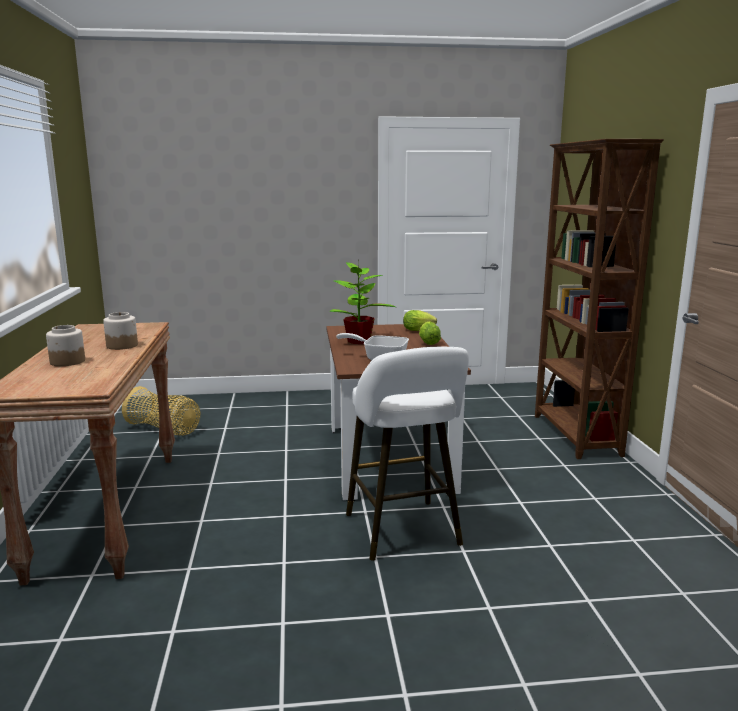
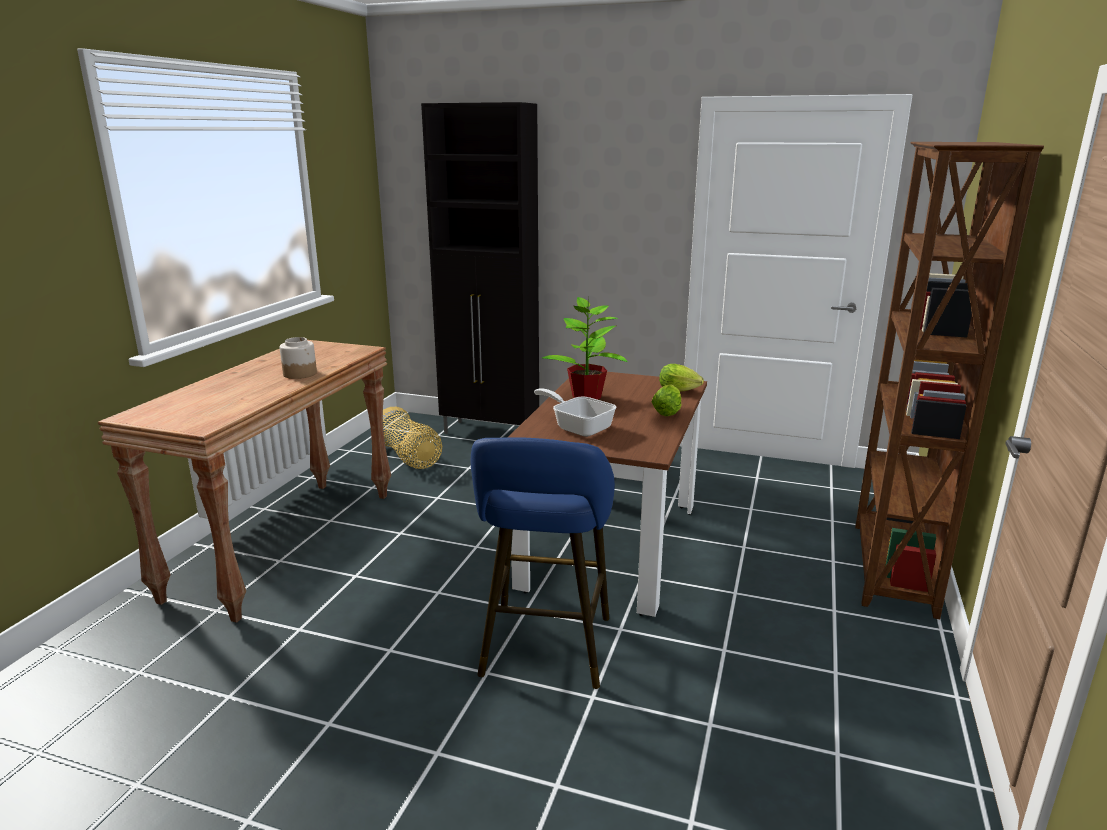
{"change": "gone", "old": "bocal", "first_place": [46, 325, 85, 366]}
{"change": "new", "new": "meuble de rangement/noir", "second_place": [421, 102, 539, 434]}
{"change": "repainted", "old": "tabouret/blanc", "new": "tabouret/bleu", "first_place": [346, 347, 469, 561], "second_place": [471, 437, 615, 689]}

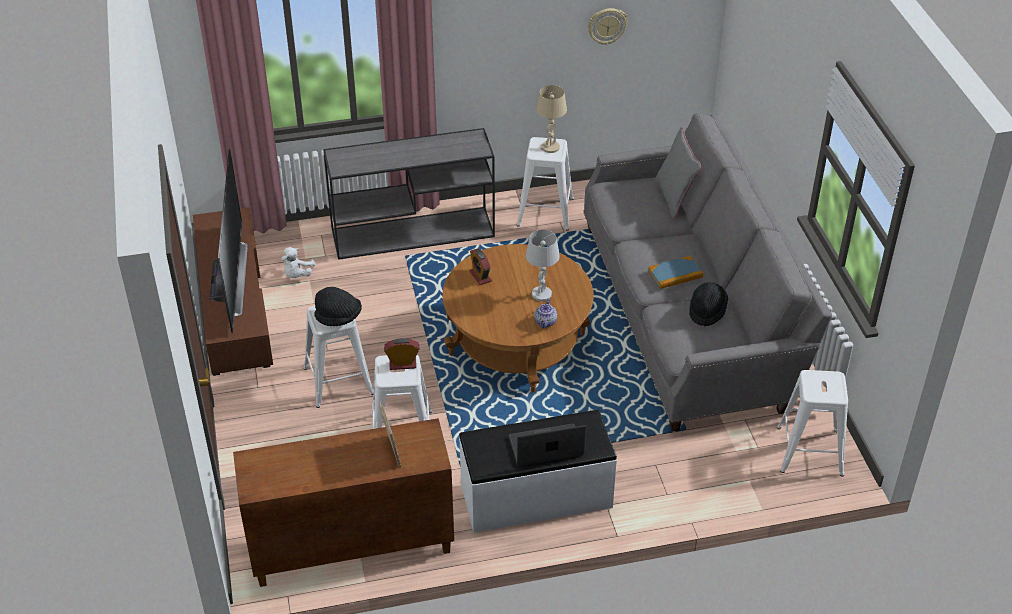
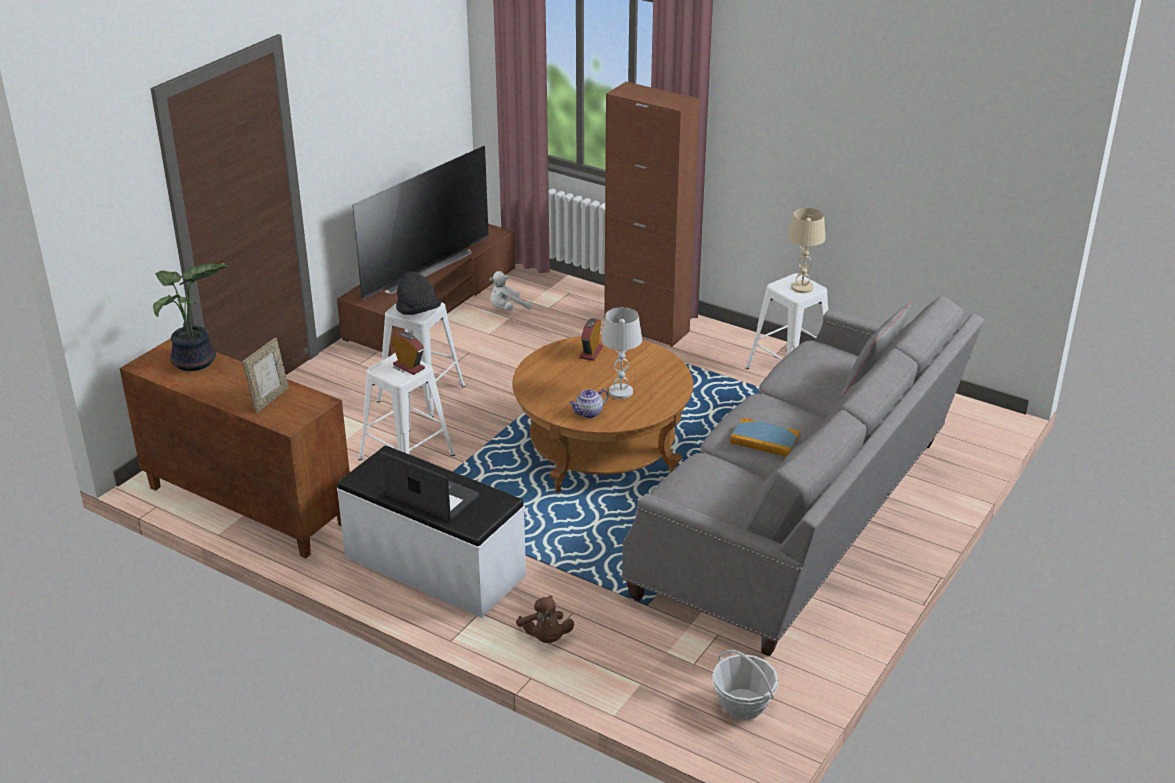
{"change": "gone", "old": "horloge murale", "first_place": [588, 8, 628, 45]}
{"change": "gone", "old": "chapeau/noir", "first_place": [689, 282, 728, 327]}
{"change": "new", "new": "plante en pot", "second_place": [153, 263, 229, 371]}
{"change": "new", "new": "peluche/marron", "second_place": [516, 595, 574, 643]}
{"change": "swapped", "old": "table console/gris", "new": "meuble de rangement/marron", "first_place": [323, 128, 495, 260], "second_place": [604, 82, 700, 347]}
{"change": "swapped", "old": "tabouret/blanc", "new": "panier", "first_place": [777, 370, 848, 477], "second_place": [712, 649, 778, 720]}

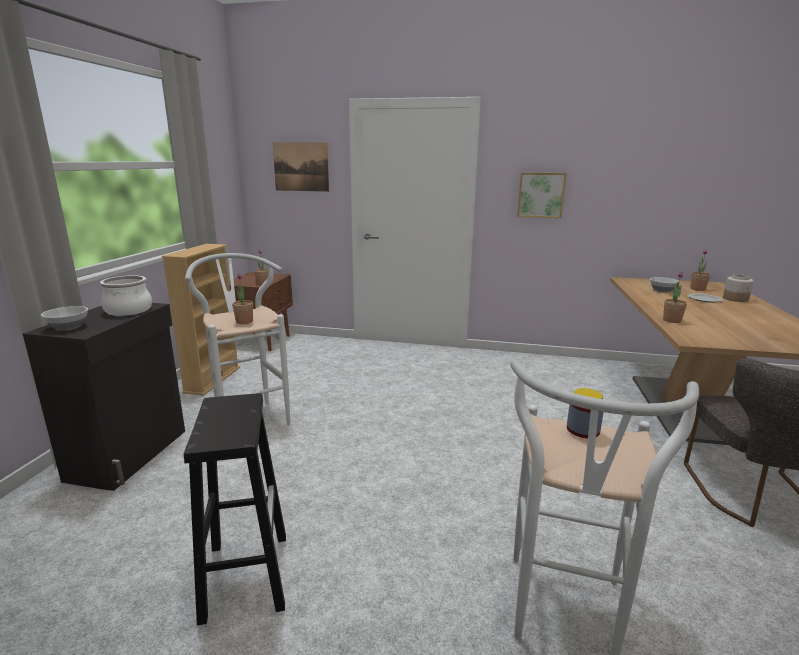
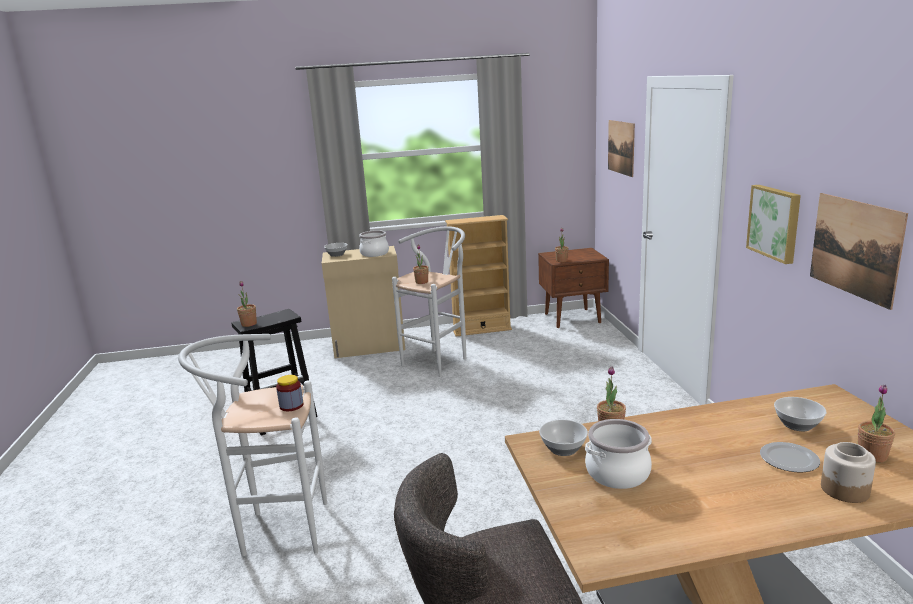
{"change": "new", "new": "plante en pot", "second_place": [237, 281, 257, 327]}
{"change": "new", "new": "bol", "second_place": [539, 420, 588, 456]}
{"change": "new", "new": "marmite", "second_place": [585, 419, 652, 489]}
{"change": "new", "new": "tableau", "second_place": [810, 193, 908, 310]}
{"change": "repainted", "old": "meuble de rangement/noir", "new": "meuble de rangement/beige", "first_place": [23, 303, 185, 491], "second_place": [322, 246, 405, 358]}

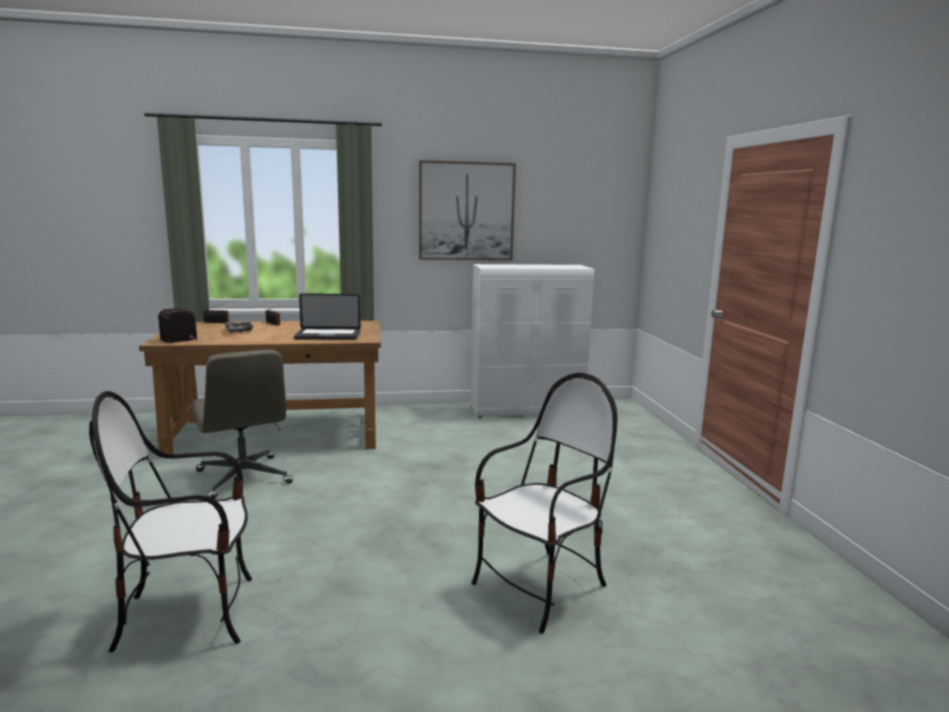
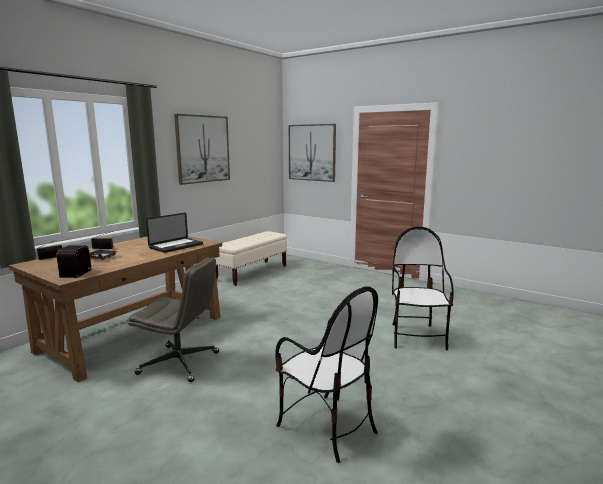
{"change": "new", "new": "tableau", "second_place": [289, 124, 336, 182]}
{"change": "swapped", "old": "meuble de rangement/blanc", "new": "banc/beige", "first_place": [470, 264, 594, 418], "second_place": [215, 231, 287, 286]}
{"change": "rotated", "old": "chaise", "first_place": [89, 391, 252, 652], "second_place": [275, 286, 378, 463], "degrees": -75}

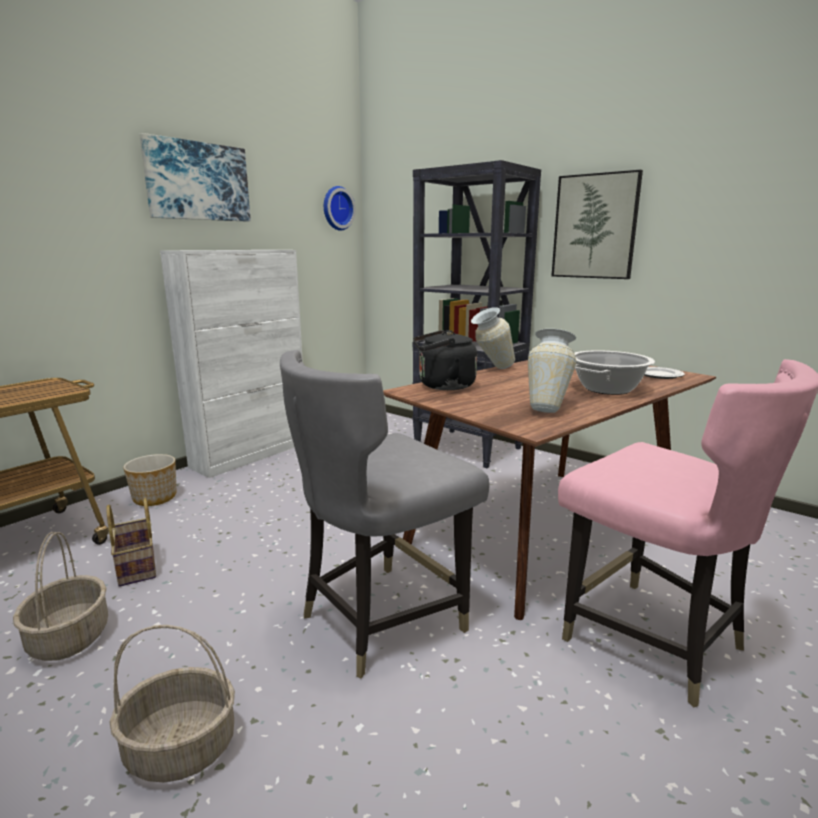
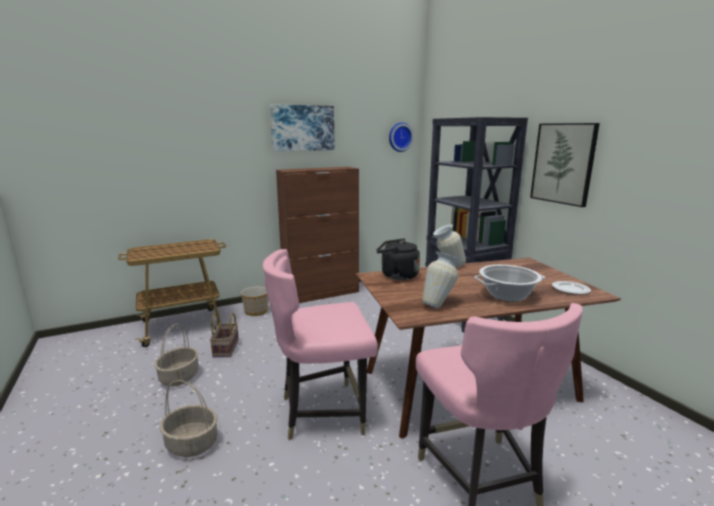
{"change": "repainted", "old": "meuble de rangement/blanc", "new": "meuble de rangement/marron", "first_place": [160, 250, 303, 478], "second_place": [276, 167, 359, 303]}
{"change": "repainted", "old": "chaise/gris", "new": "chaise/rose", "first_place": [280, 350, 490, 678], "second_place": [263, 249, 378, 440]}

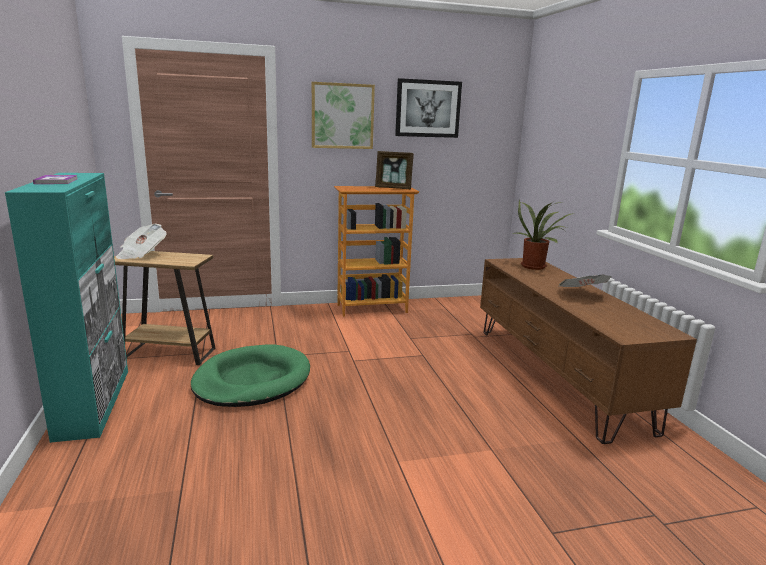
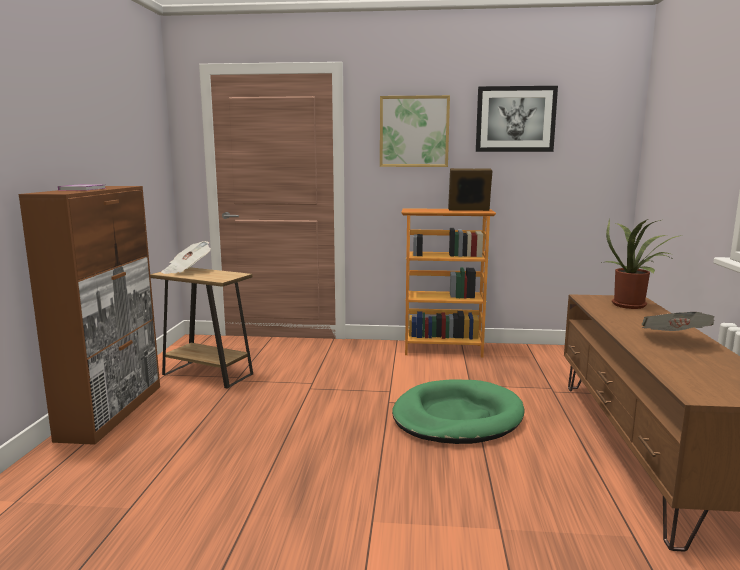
{"change": "shifted", "old": "panier pour chien/vert", "first_place": [191, 344, 310, 407], "second_place": [392, 379, 524, 444]}
{"change": "repainted", "old": "meuble de rangement/turquoise", "new": "meuble de rangement/marron", "first_place": [5, 173, 128, 443], "second_place": [19, 186, 160, 445]}
{"change": "rotated", "old": "cadre photo", "first_place": [375, 151, 414, 189], "second_place": [448, 168, 493, 211], "degrees": 150}

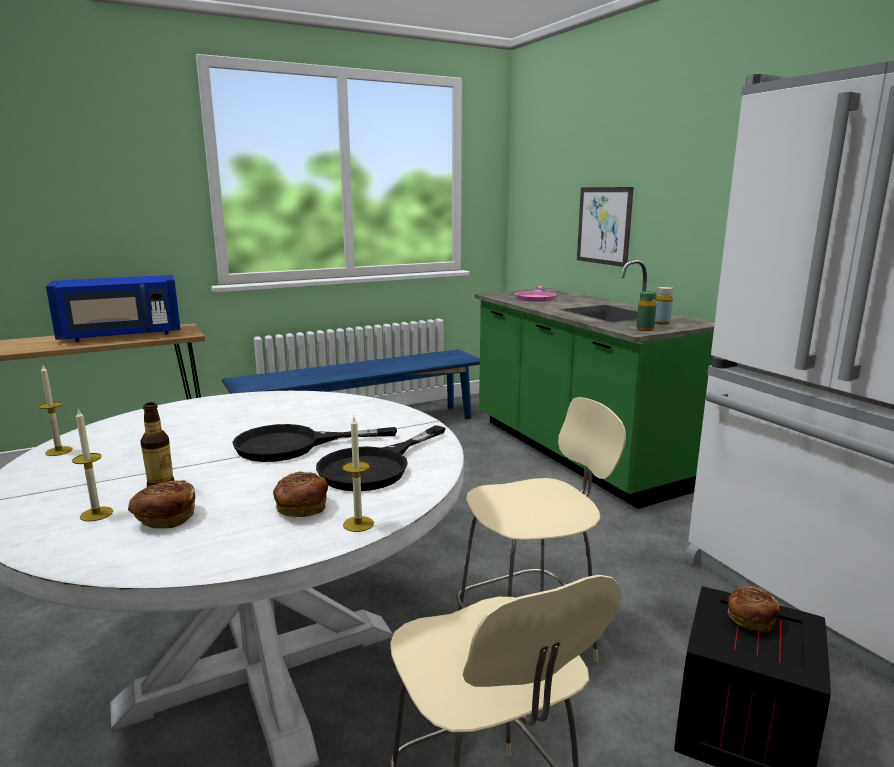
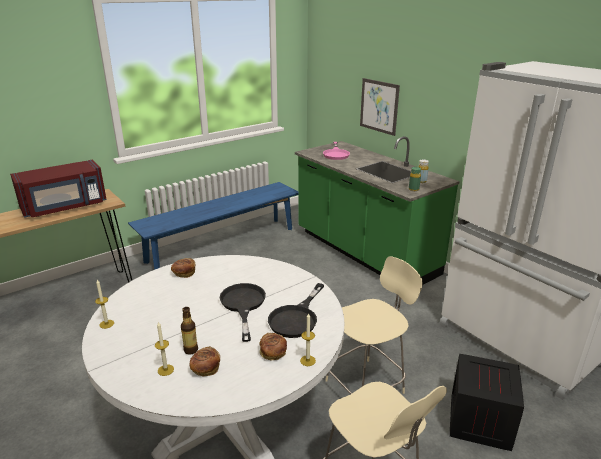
{"change": "shifted", "old": "pain", "first_place": [728, 586, 780, 632], "second_place": [171, 258, 196, 278]}
{"change": "repainted", "old": "micro-ondes/bleu", "new": "micro-ondes/rouge", "first_place": [46, 275, 181, 342], "second_place": [10, 160, 107, 218]}
{"change": "rotated", "old": "poêle/noir", "first_place": [233, 424, 397, 462], "second_place": [219, 283, 266, 342], "degrees": 105}

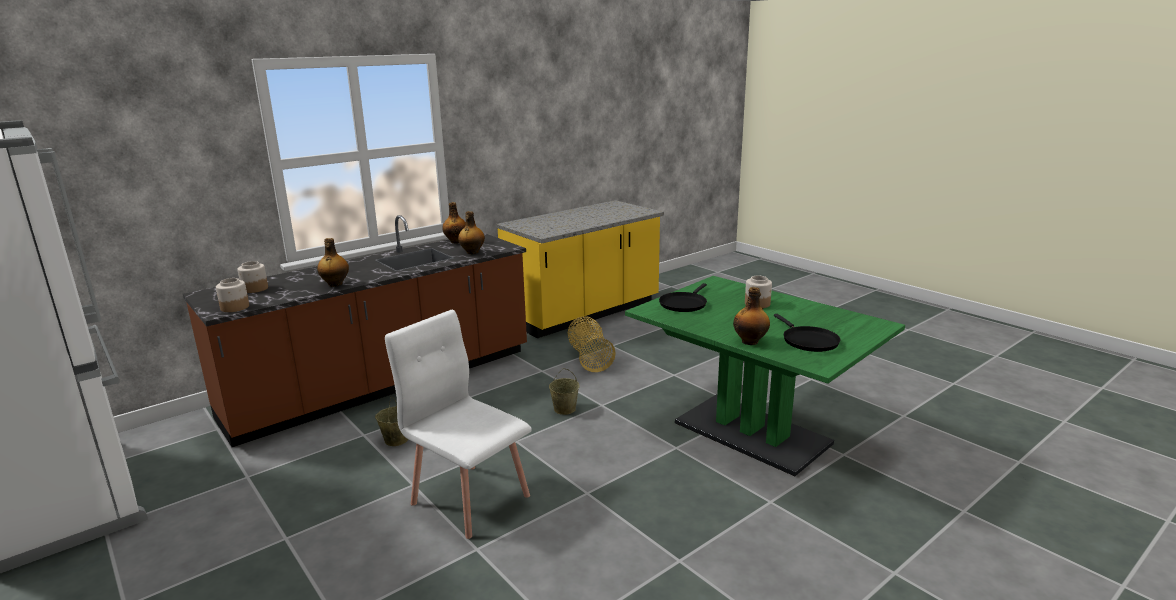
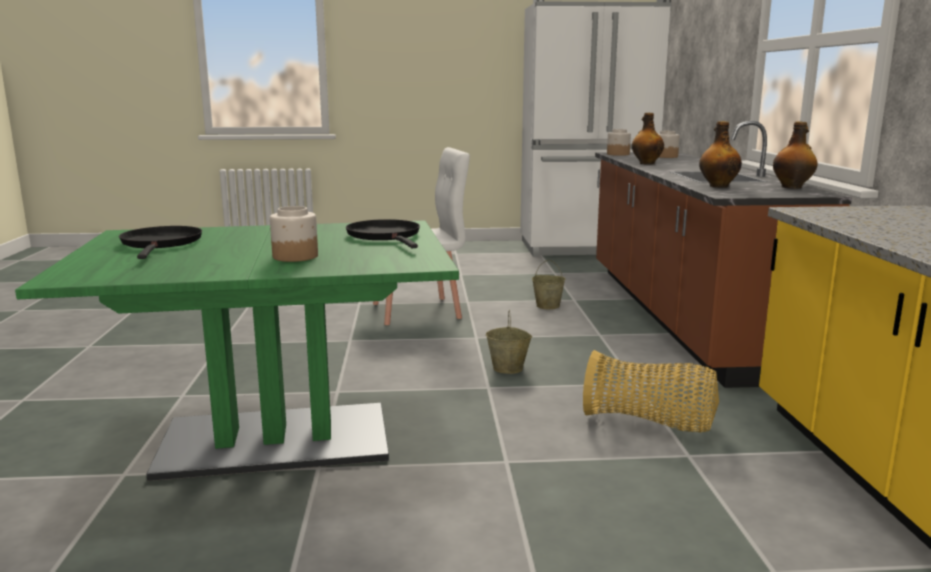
{"change": "gone", "old": "bouteille", "first_place": [733, 287, 770, 345]}
{"change": "rotated", "old": "poêle/noir", "first_place": [774, 314, 840, 352], "second_place": [119, 226, 202, 259], "degrees": 60}

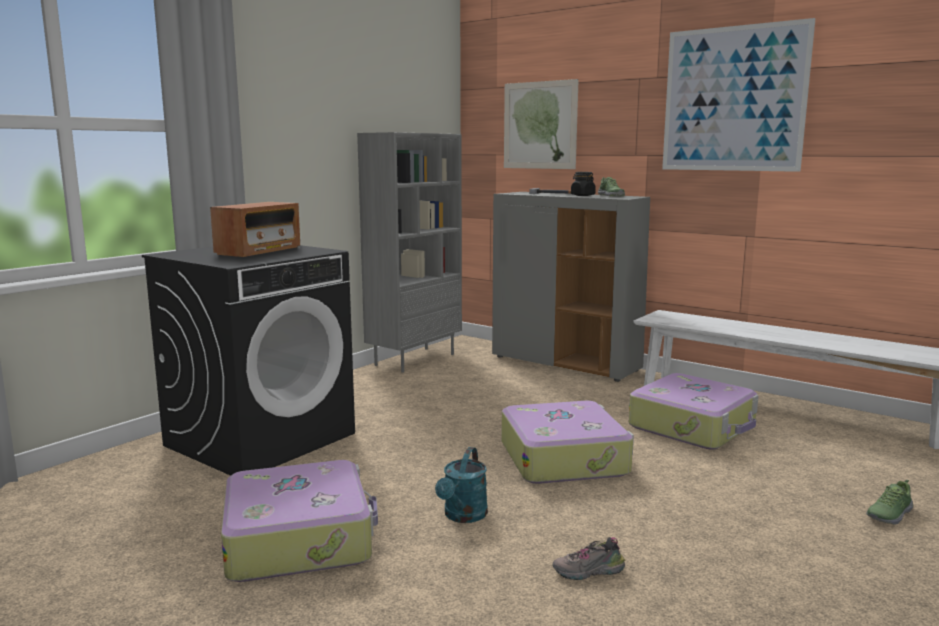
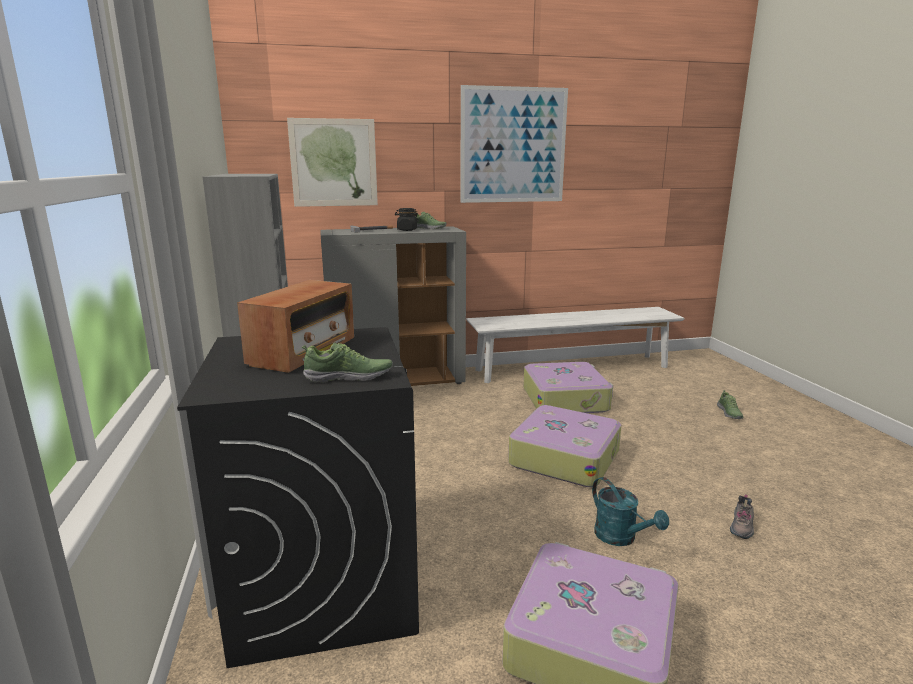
{"change": "new", "new": "chaussure", "second_place": [301, 343, 393, 383]}
{"change": "rotated", "old": "radio", "first_place": [210, 202, 300, 257], "second_place": [237, 280, 354, 373], "degrees": 45}

